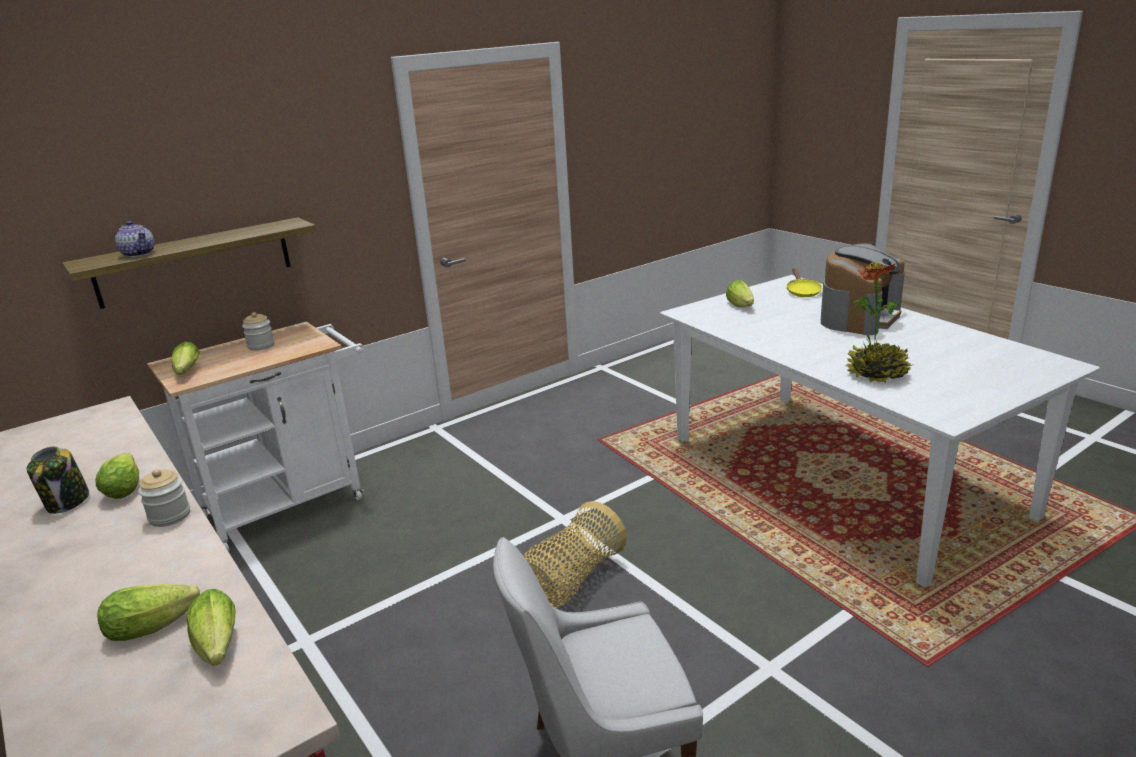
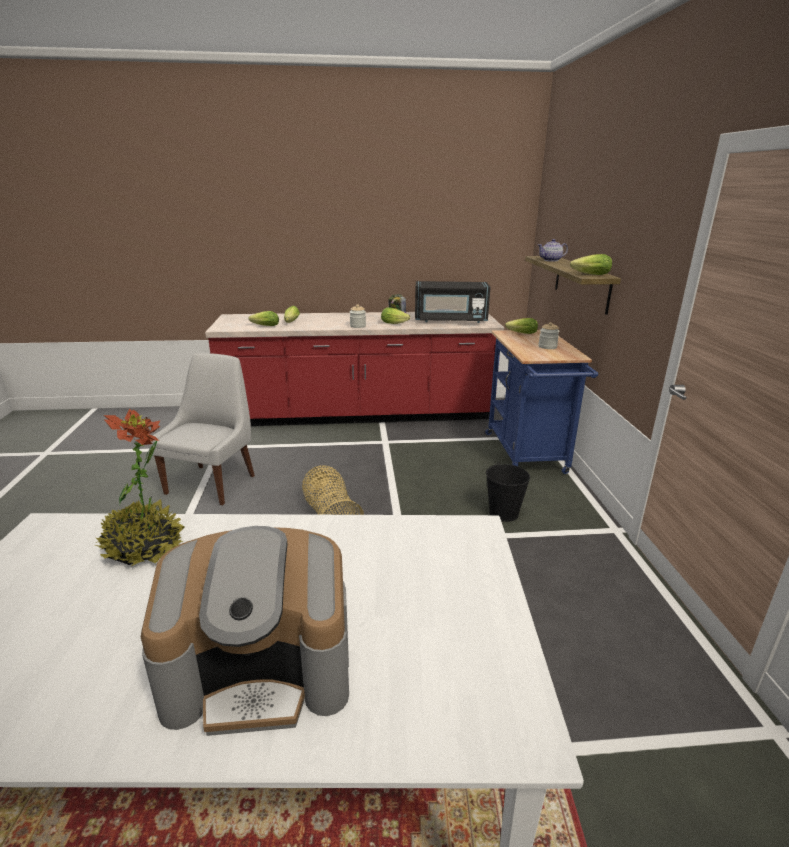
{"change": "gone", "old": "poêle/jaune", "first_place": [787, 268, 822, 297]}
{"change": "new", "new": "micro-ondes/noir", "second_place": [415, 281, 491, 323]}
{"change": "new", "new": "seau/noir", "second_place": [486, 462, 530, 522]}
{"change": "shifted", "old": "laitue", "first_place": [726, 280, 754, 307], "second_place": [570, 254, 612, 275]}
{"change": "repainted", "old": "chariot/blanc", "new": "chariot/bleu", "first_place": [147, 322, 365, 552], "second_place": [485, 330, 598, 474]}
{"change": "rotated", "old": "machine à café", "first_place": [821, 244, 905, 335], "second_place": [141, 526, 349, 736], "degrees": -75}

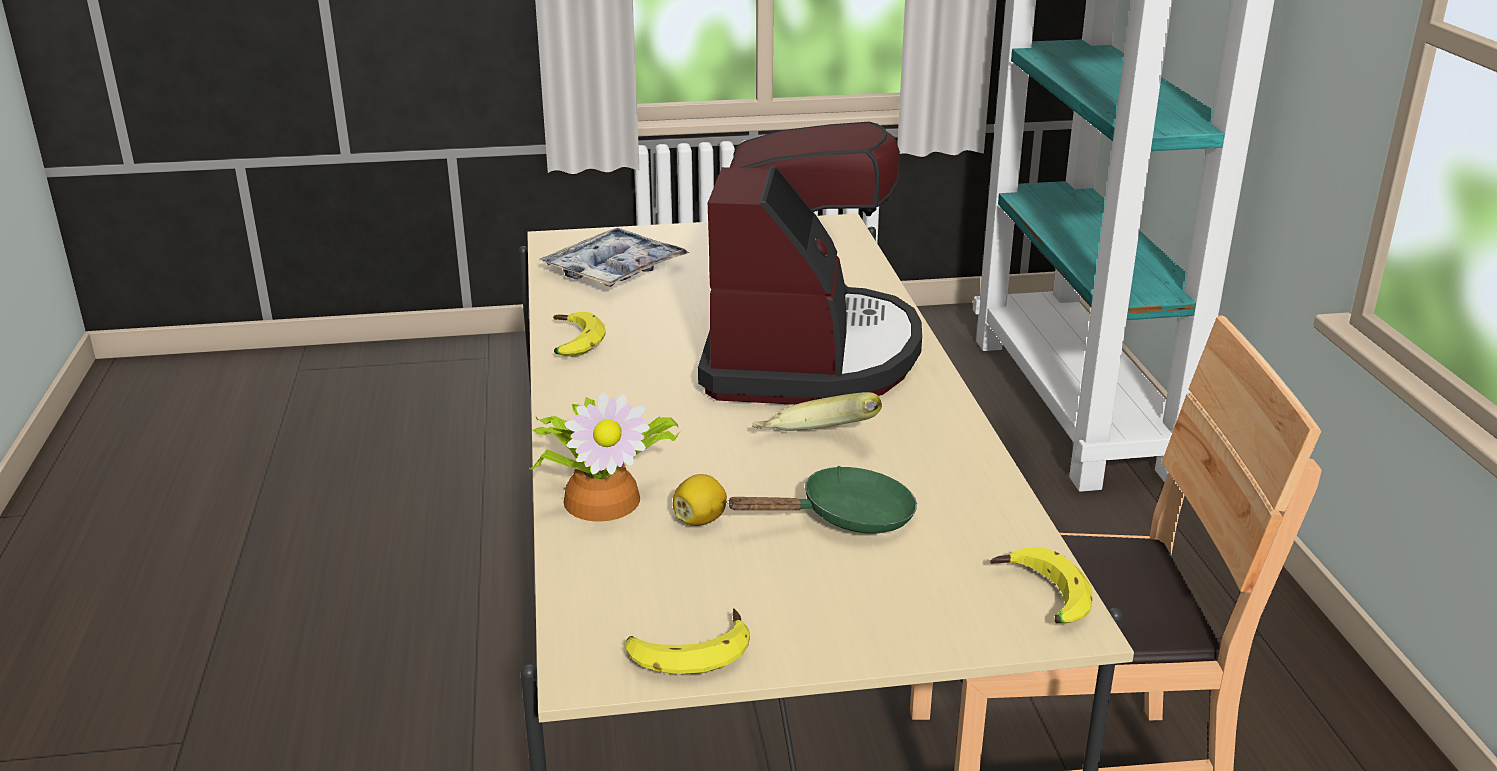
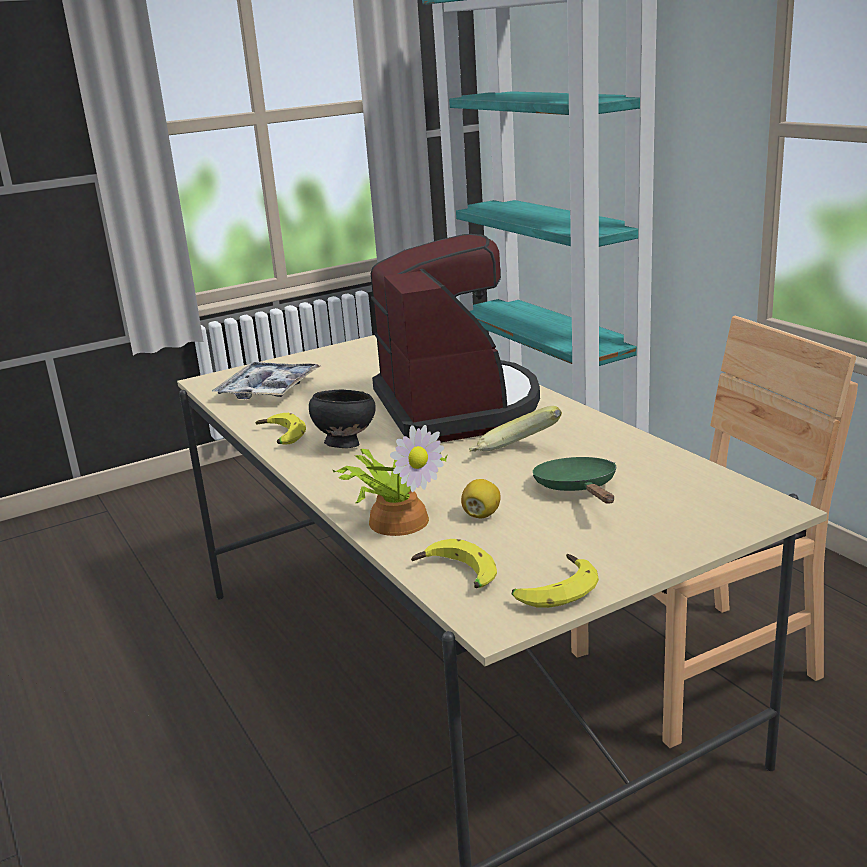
{"change": "new", "new": "bol/noir", "second_place": [309, 389, 376, 448]}
{"change": "shifted", "old": "banane", "first_place": [990, 547, 1092, 624], "second_place": [411, 539, 497, 588]}
{"change": "rotated", "old": "poêle/vert", "first_place": [726, 466, 917, 533], "second_place": [533, 457, 616, 504], "degrees": -60}

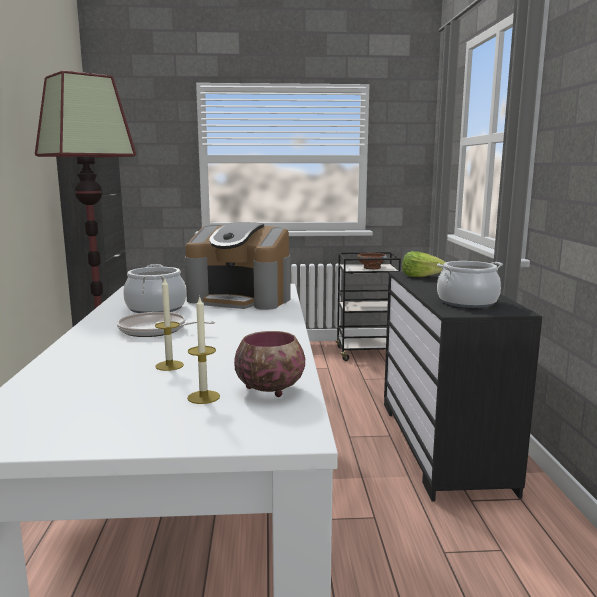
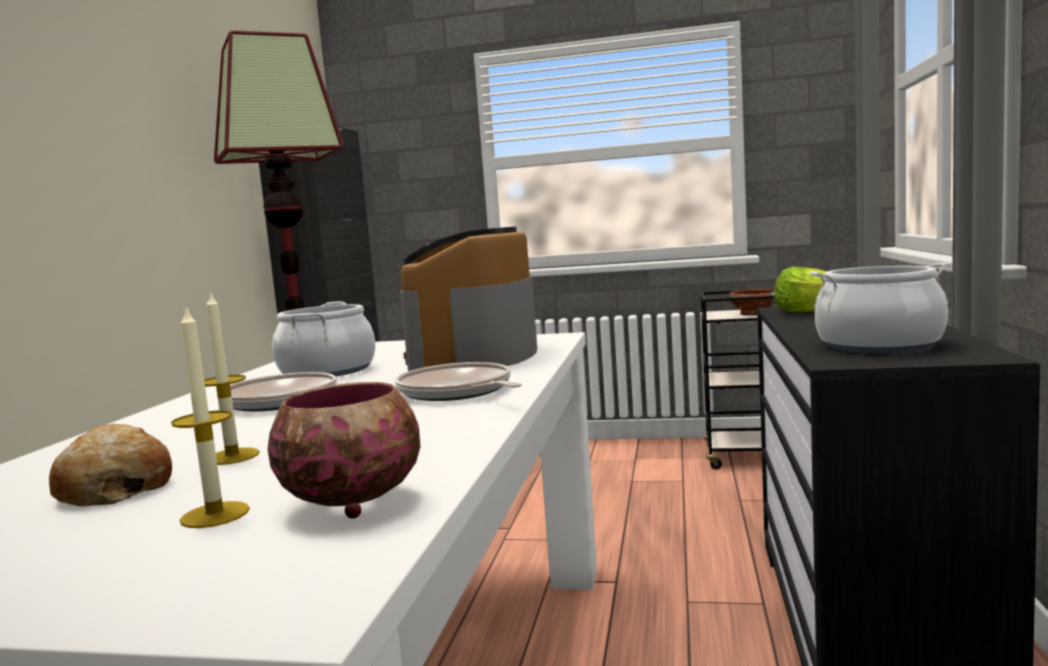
{"change": "new", "new": "pain", "second_place": [49, 424, 172, 506]}
{"change": "new", "new": "poêle", "second_place": [395, 362, 522, 401]}
{"change": "rotated", "old": "machine à café", "first_place": [185, 222, 291, 310], "second_place": [400, 227, 537, 371], "degrees": 60}

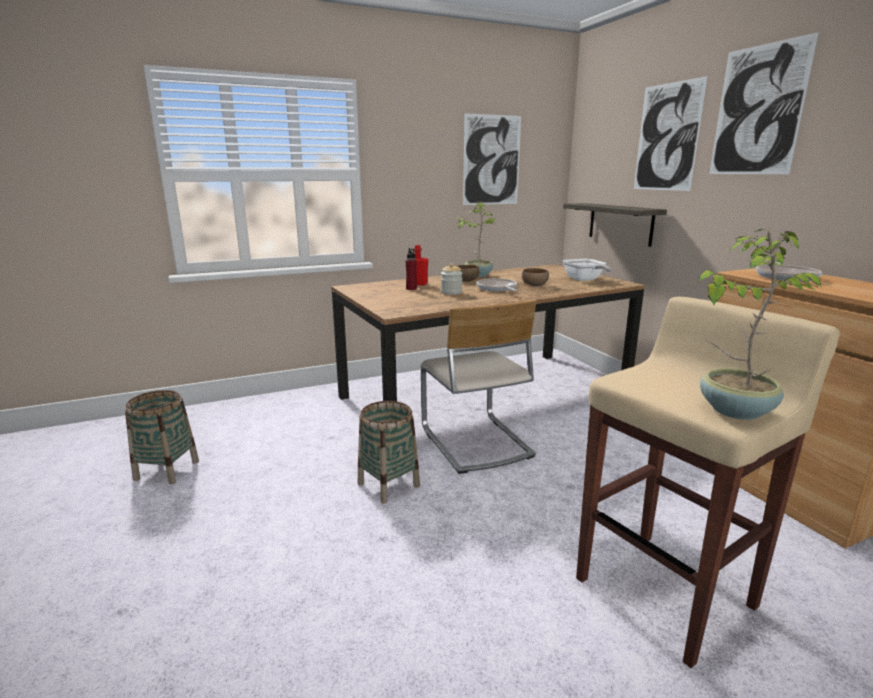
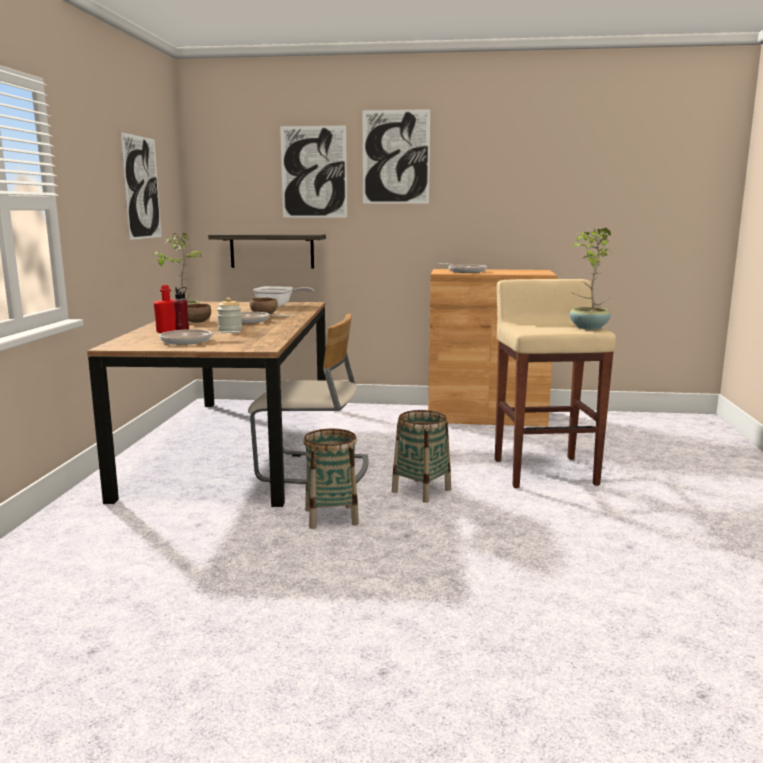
{"change": "new", "new": "poêle", "second_place": [159, 329, 240, 345]}
{"change": "shifted", "old": "panier", "first_place": [125, 390, 199, 485], "second_place": [392, 410, 451, 503]}

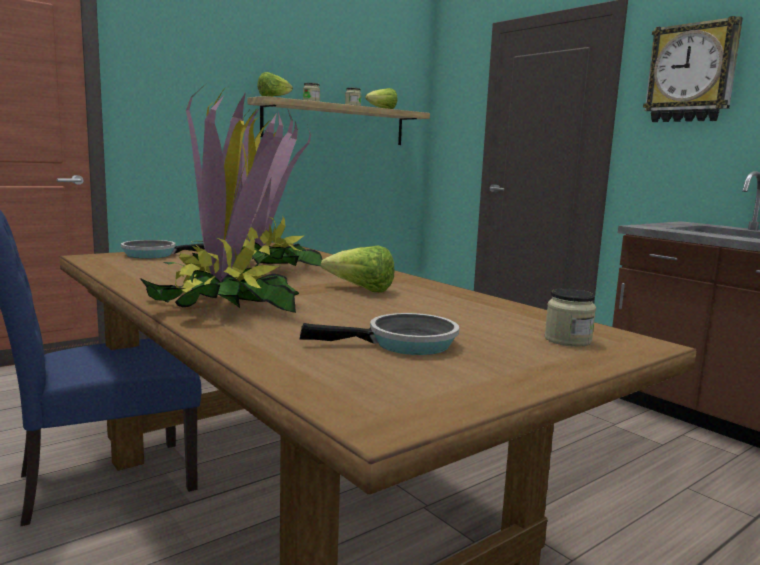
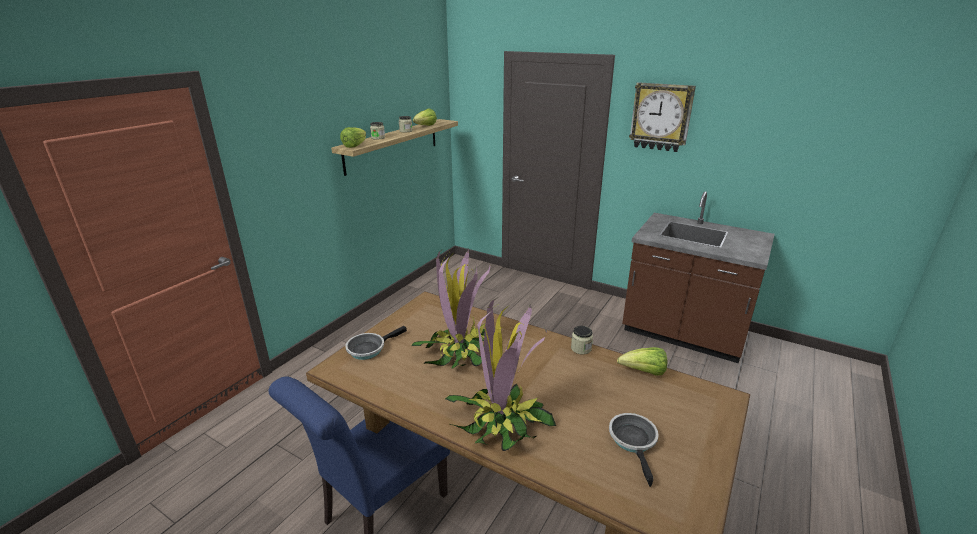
{"change": "shifted", "old": "laitue", "first_place": [321, 245, 394, 292], "second_place": [617, 347, 668, 376]}
{"change": "shifted", "old": "bocal", "first_place": [544, 288, 596, 347], "second_place": [571, 326, 593, 354]}
{"change": "rotated", "old": "poêle", "first_place": [300, 313, 459, 355], "second_place": [609, 413, 659, 487], "degrees": -60}

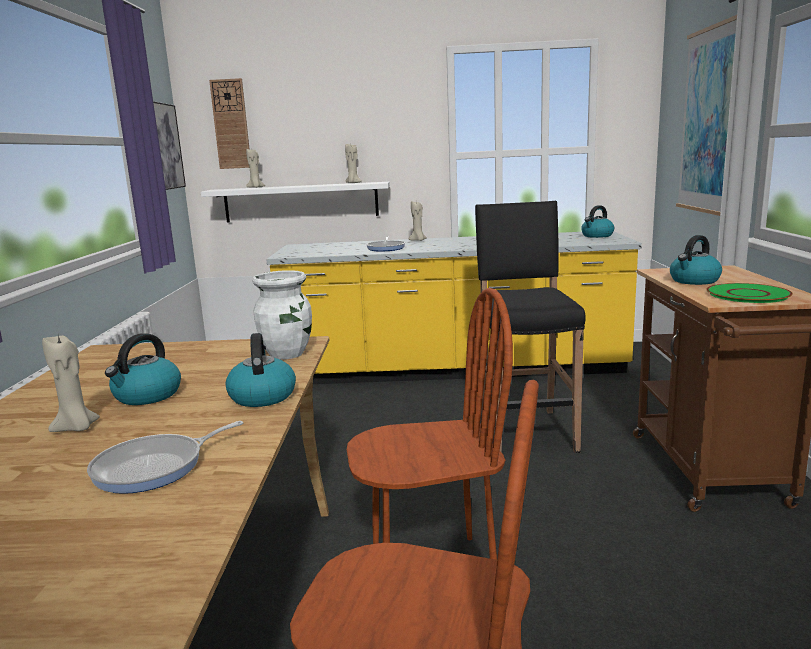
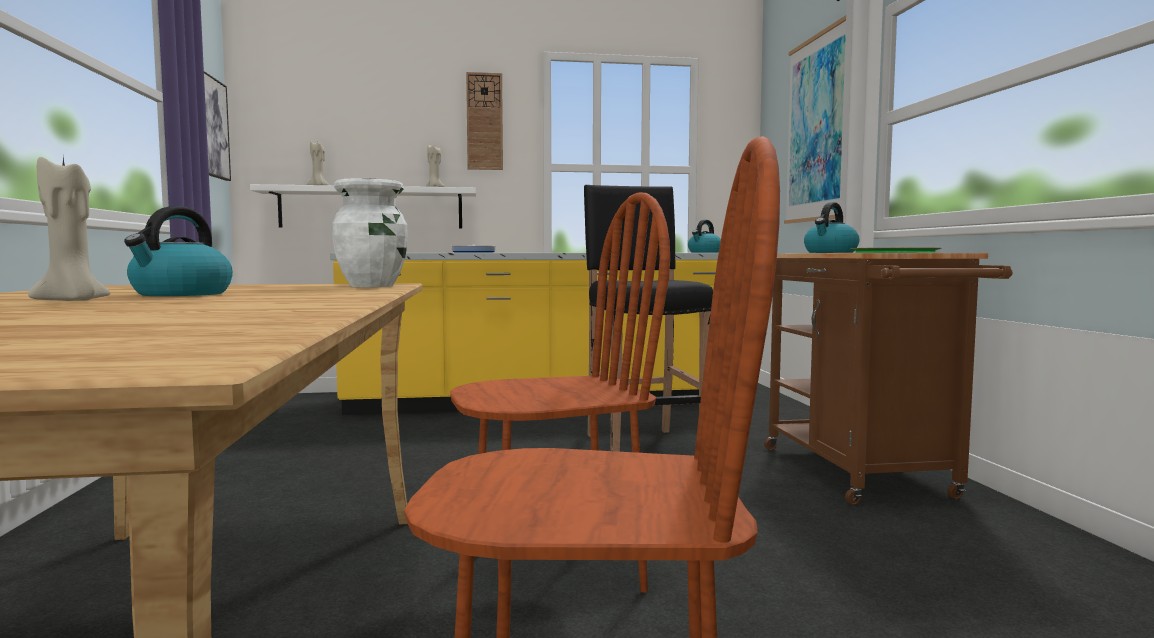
{"change": "gone", "old": "poêle", "first_place": [87, 421, 243, 494]}
{"change": "gone", "old": "bouilloire", "first_place": [226, 333, 296, 407]}
{"change": "gone", "old": "bougie/beige", "first_place": [409, 201, 427, 241]}
{"change": "shifted", "old": "horloge murale", "first_place": [209, 78, 250, 169], "second_place": [466, 72, 503, 170]}

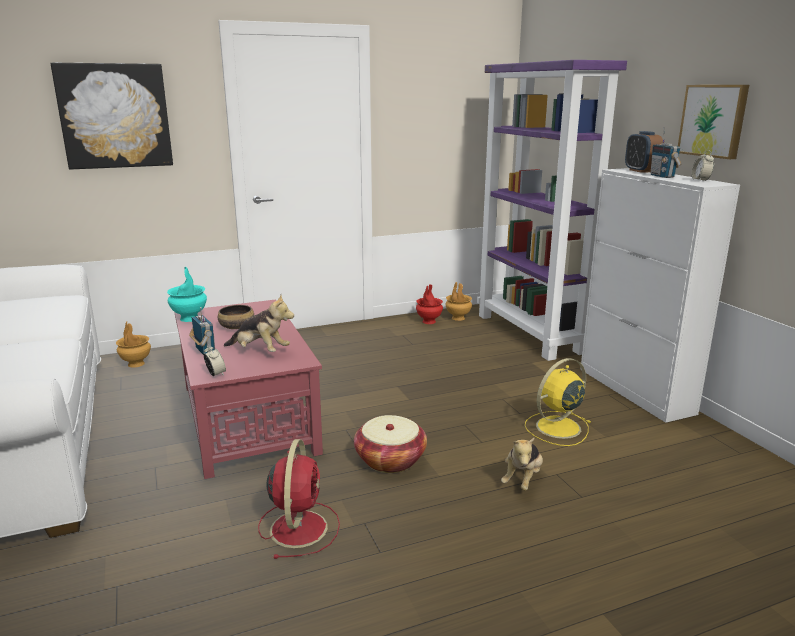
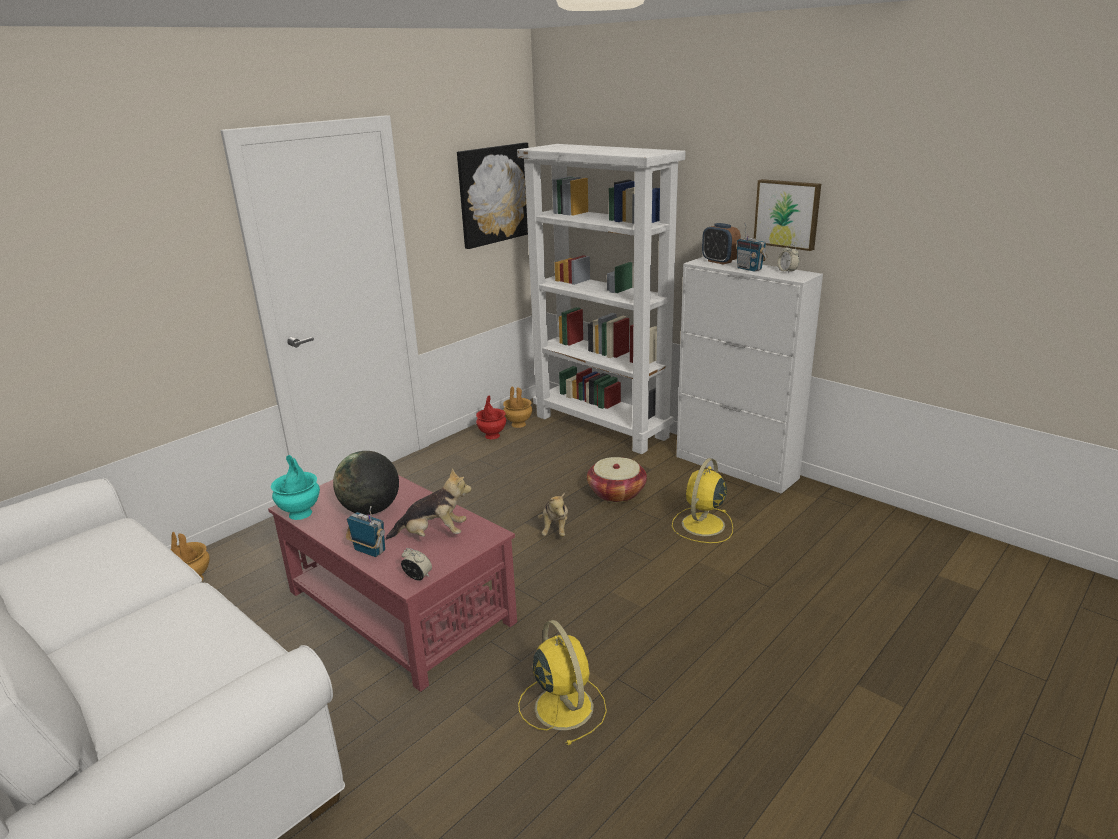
{"change": "shifted", "old": "tableau", "first_place": [51, 63, 173, 170], "second_place": [457, 143, 528, 249]}
{"change": "shifted", "old": "panier", "first_place": [354, 415, 427, 473], "second_place": [587, 457, 647, 503]}
{"change": "shifted", "old": "peluche", "first_place": [501, 437, 543, 491], "second_place": [538, 492, 568, 537]}
{"change": "swapped", "old": "bol", "new": "globe", "first_place": [218, 305, 254, 329], "second_place": [333, 451, 399, 515]}
{"change": "repainted", "old": "ventilateur/rouge", "new": "ventilateur/jaune", "first_place": [258, 439, 340, 559], "second_place": [518, 620, 607, 745]}
{"change": "repainted", "old": "bibliothèque/violet", "new": "bibliothèque/blanc", "first_place": [477, 60, 627, 361], "second_place": [517, 144, 686, 454]}

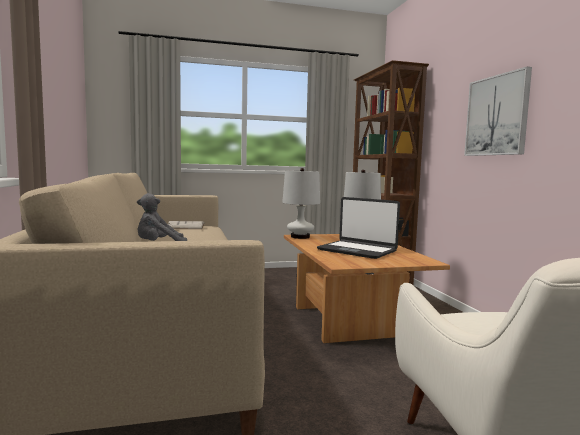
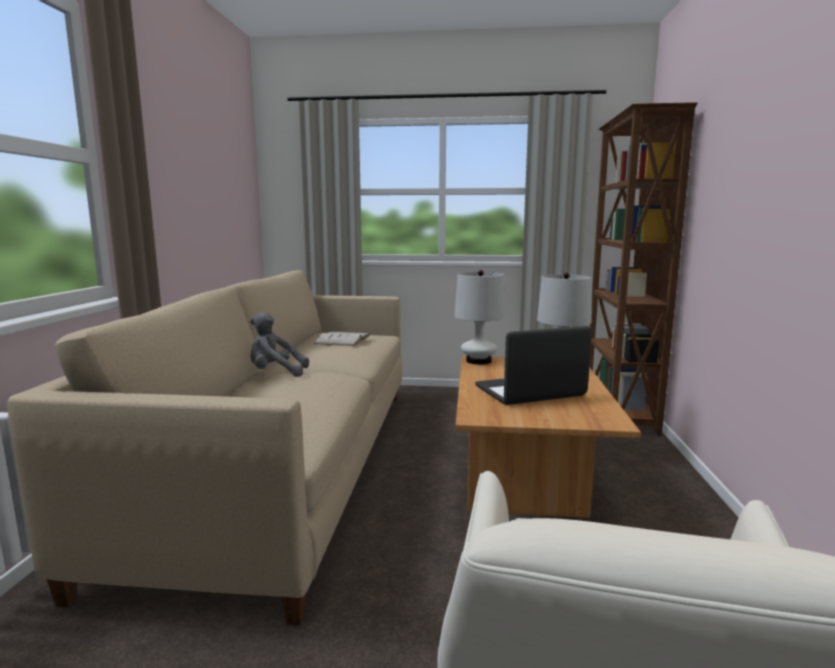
{"change": "gone", "old": "tableau", "first_place": [464, 67, 532, 156]}
{"change": "rotated", "old": "ordinateur portable", "first_place": [317, 197, 400, 259], "second_place": [475, 326, 592, 405], "degrees": 105}

